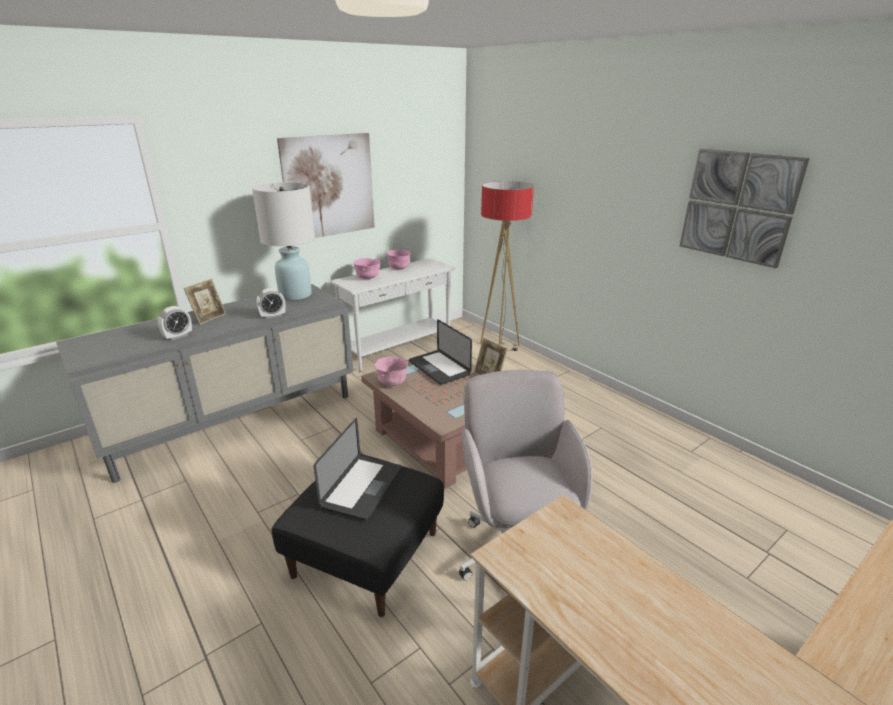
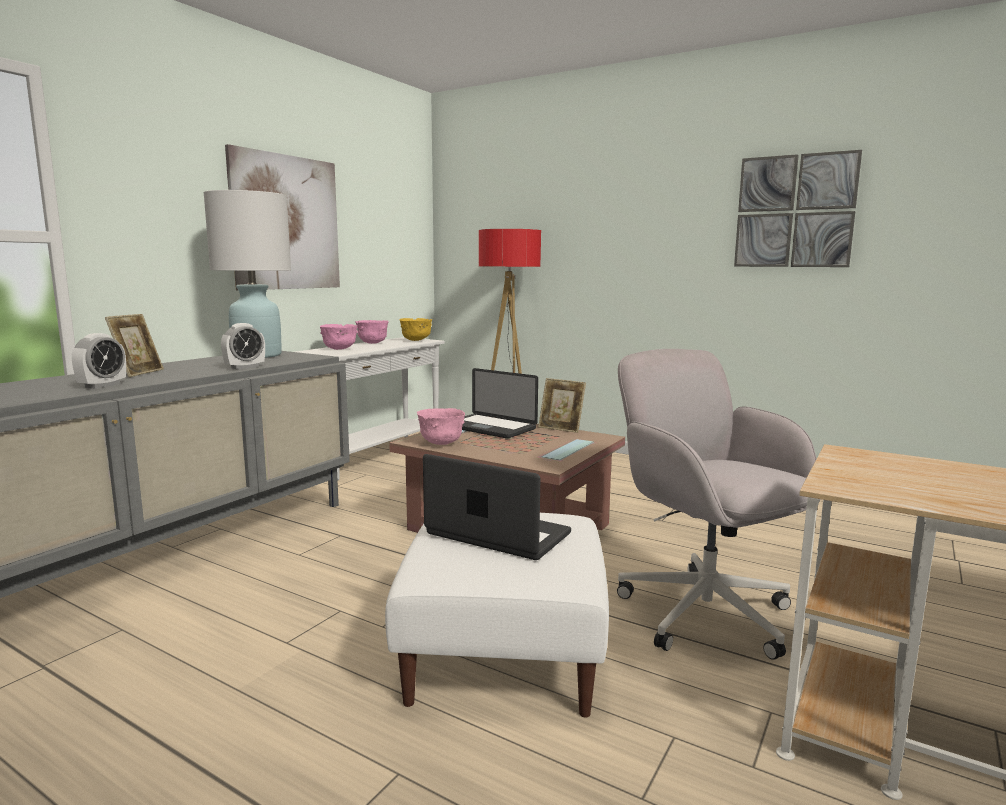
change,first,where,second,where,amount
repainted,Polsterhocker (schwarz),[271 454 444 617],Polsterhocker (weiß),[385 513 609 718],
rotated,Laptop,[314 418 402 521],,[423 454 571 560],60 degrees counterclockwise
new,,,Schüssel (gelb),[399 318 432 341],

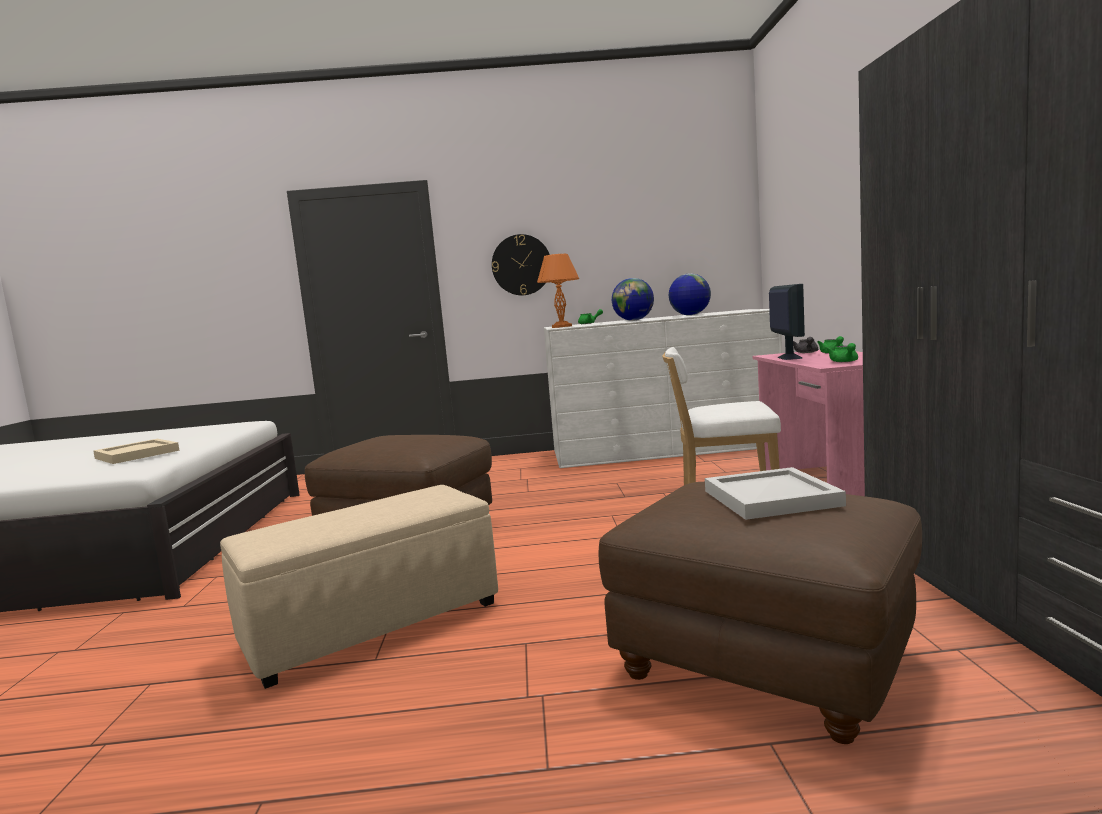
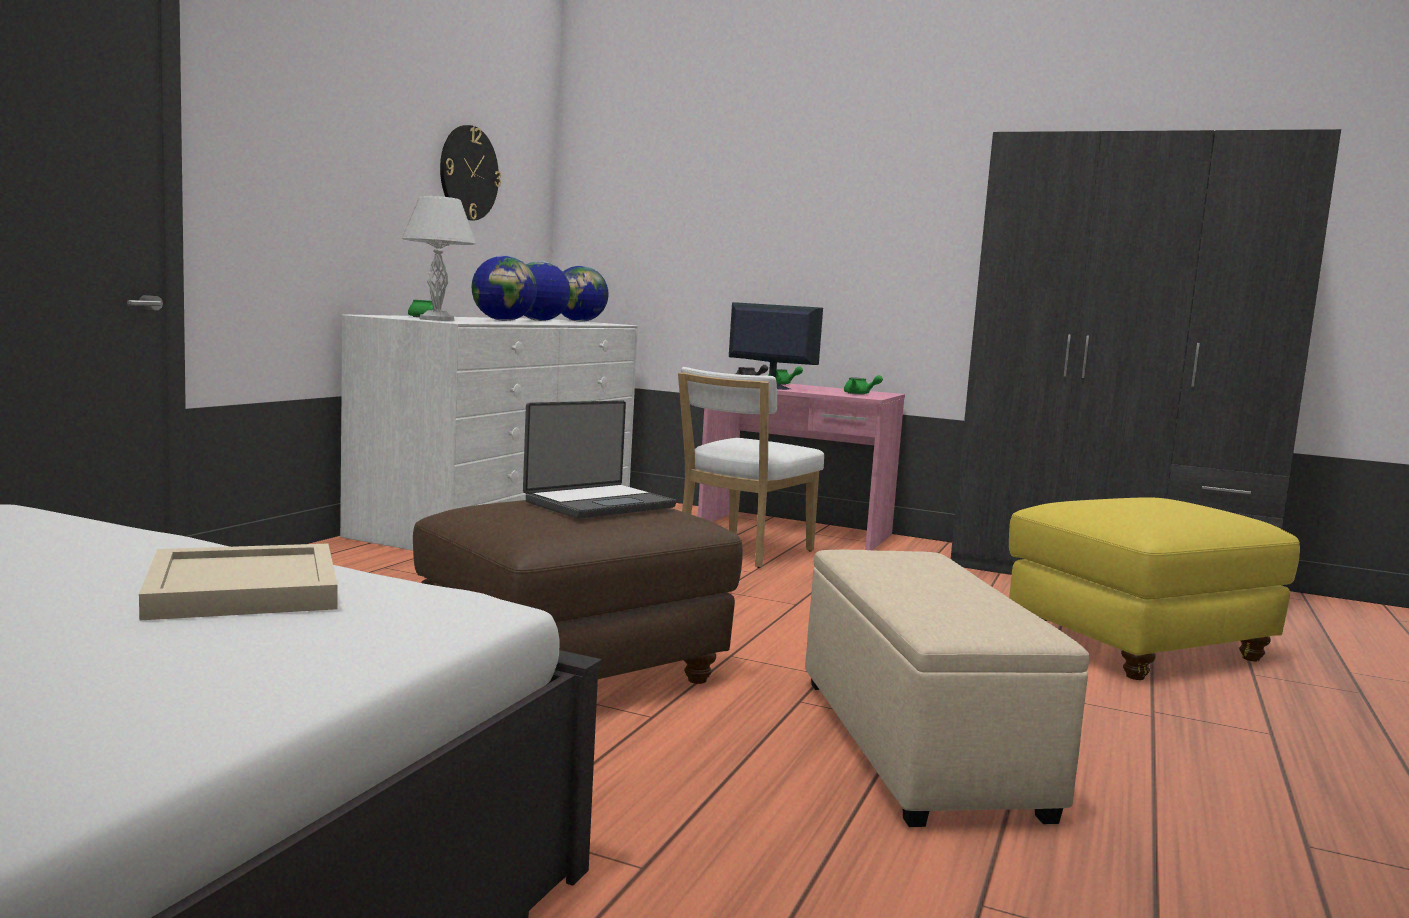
change,first,where,second,where,amount
shifted,Wanduhr,[492 234 550 295],,[440 125 501 220],
repainted,Tischlampe (orange),[537 254 579 328],Tischlampe (weiß),[402 196 476 321],
repainted,Polsterhocker (braun),[599 482 922 744],Polsterhocker (gelb),[1009 497 1300 680],
gone,Tablett (weiß),[705 467 846 520],,,
new,,,Laptop,[523 400 676 519],
new,,,Globus,[561 266 609 322],

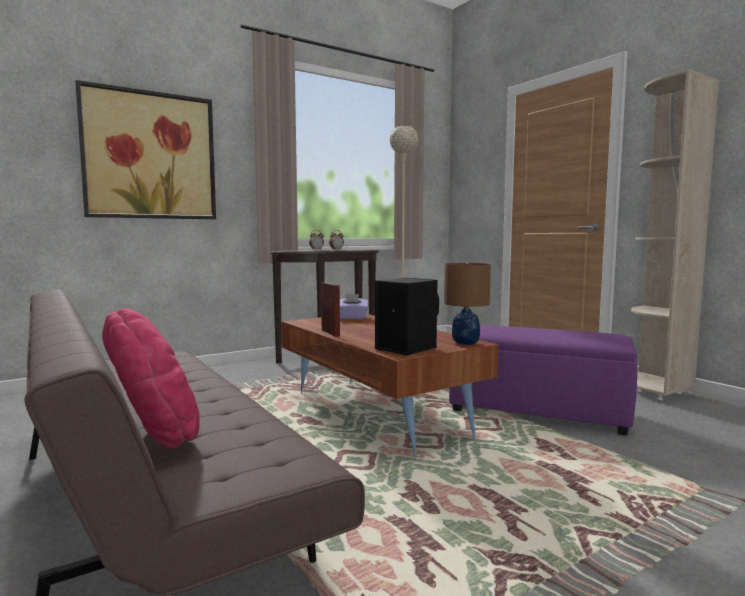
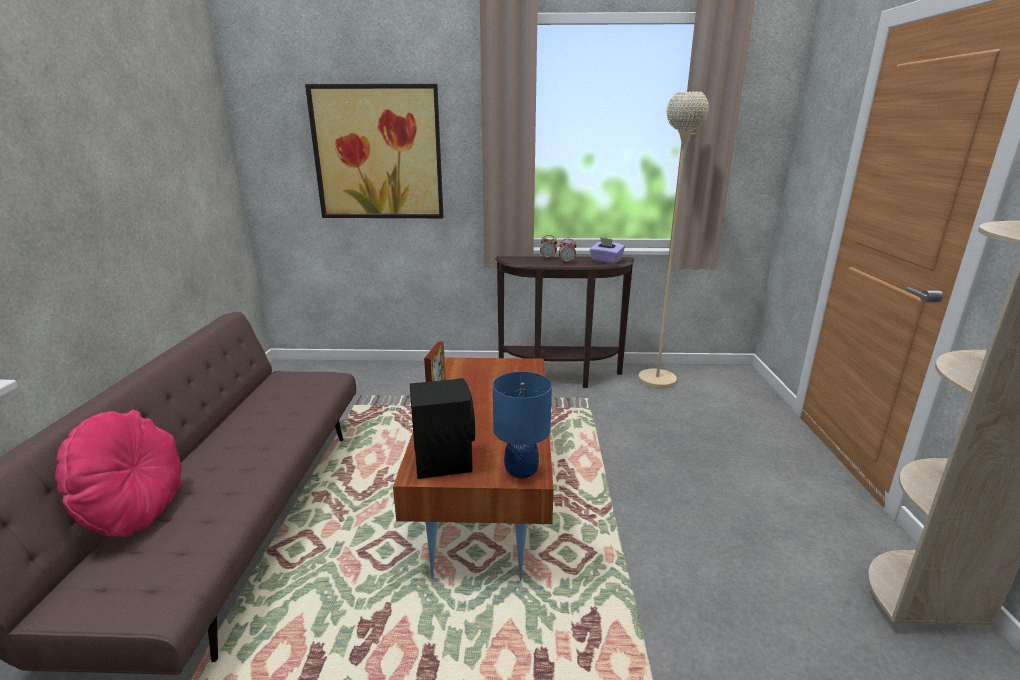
change,first,where,second,where,amount
shifted,Taschentuchbox (lila),[340 294 368 319],,[590 237 625 264],
repainted,Tischlampe (braun),[444 263 491 345],Tischlampe (blau),[493 372 552 479],
gone,Polsterhocker (lila),[449 325 637 436],,,

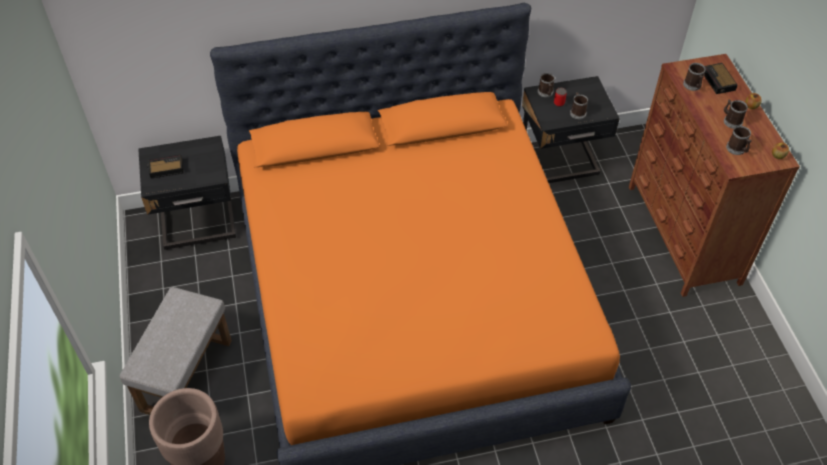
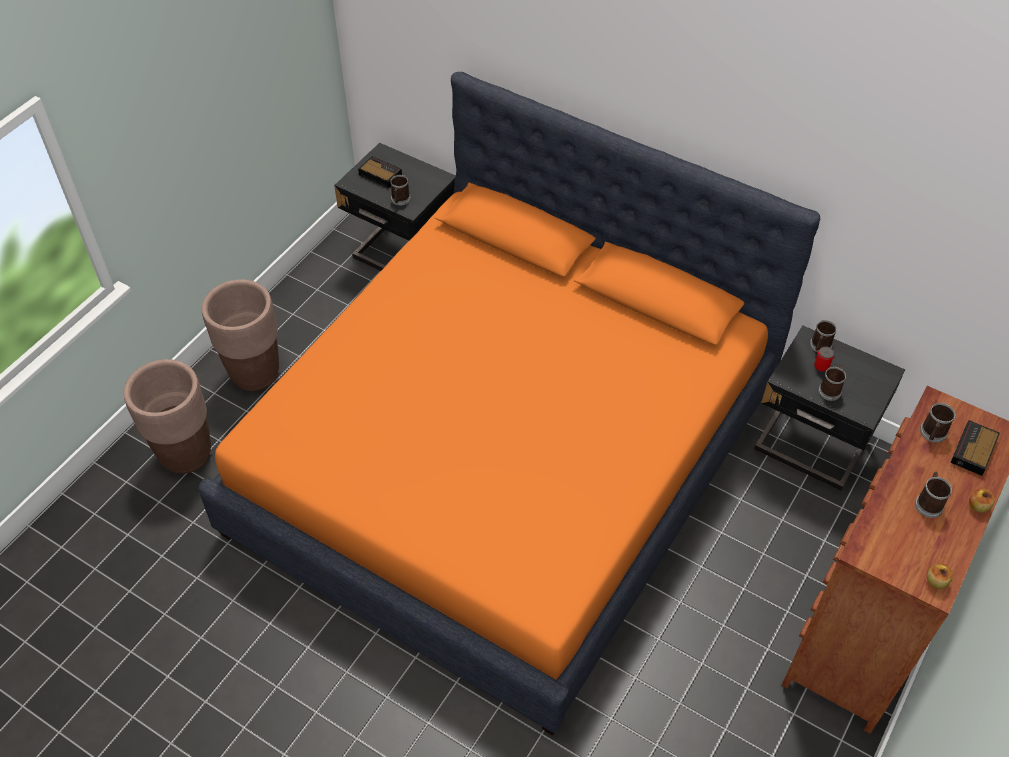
change,first,where,second,where,amount
swapped,Polsterhocker (grau),[120 287 232 415],Pflanzkübel (braun),[202 279 279 391],
shifted,Henkelbecher,[726 126 752 155],,[390 175 411 205],

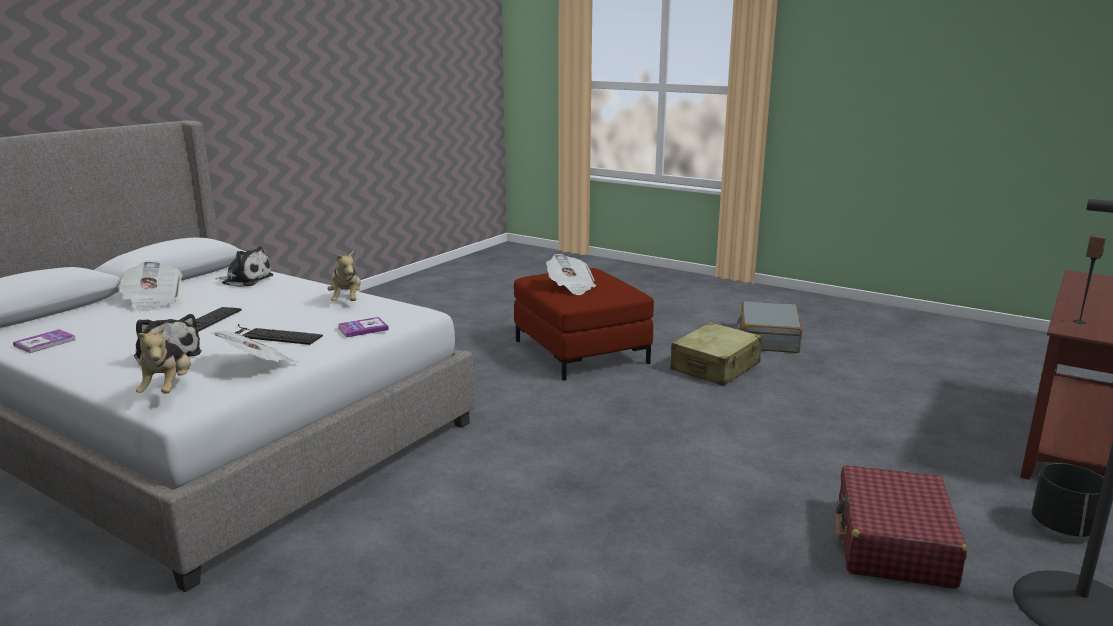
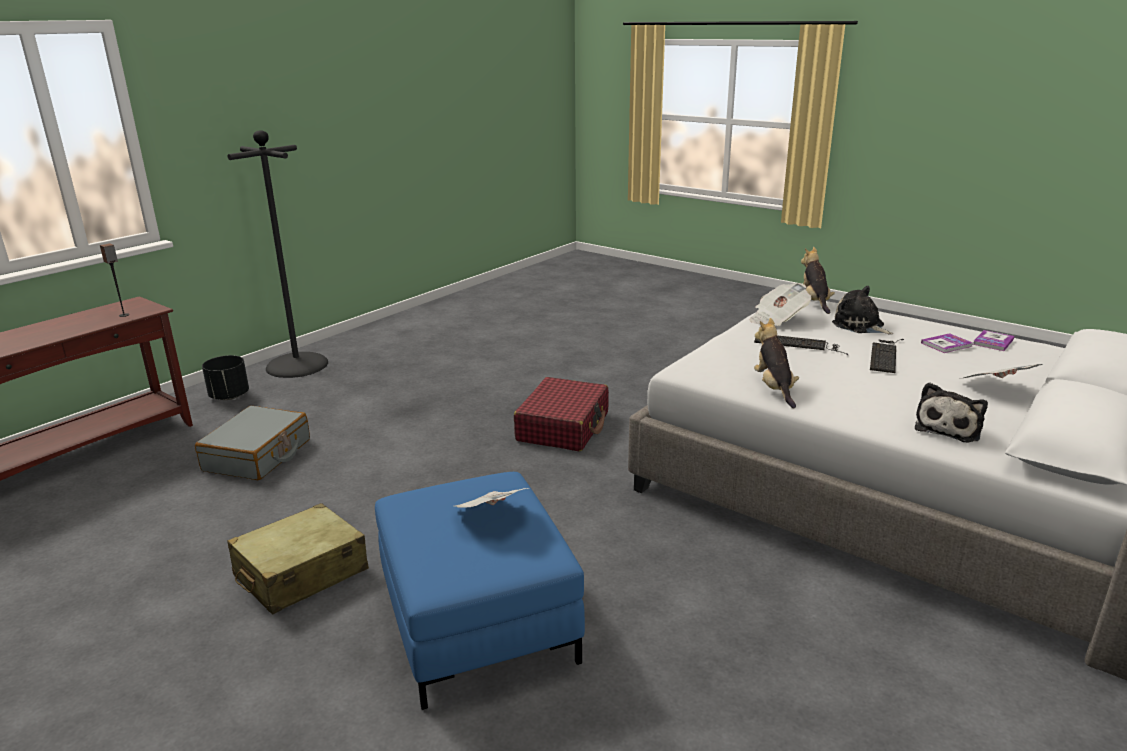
change,first,where,second,where,amount
rotated,Plüschtier,[215 246 274 287],,[915 382 988 443],75 degrees counterclockwise
shifted,Buch,[338 317 389 337],,[921 333 973 353],
repainted,Polsterhocker (rot),[514 268 654 381],Polsterhocker (blau),[375 472 585 710],
shifted,Koffer (grau),[737 301 802 353],,[195 406 310 480],
shifted,Koffer (rot),[835 465 967 589],,[514 377 609 451],

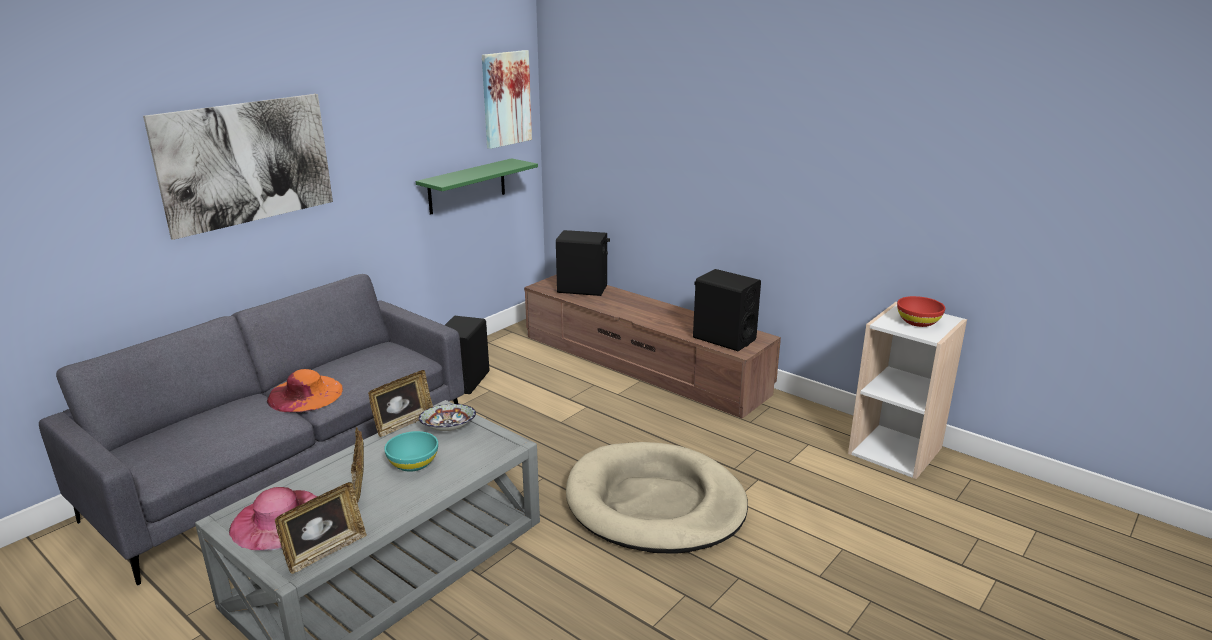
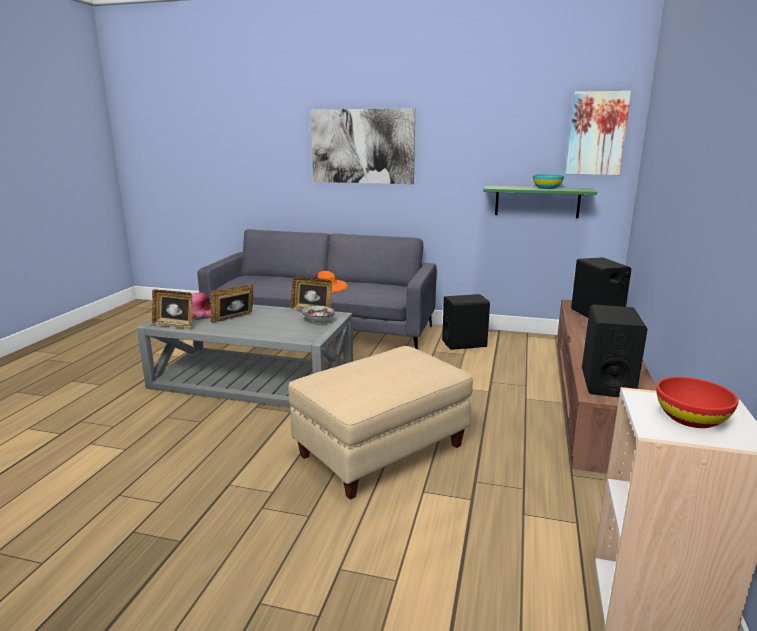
change,first,where,second,where,amount
shifted,Schüssel (türkis),[384 431 438 472],,[533 174 564 189],
swapped,Hundebett (beige),[566 442 748 554],Polsterhocker (beige),[288 346 473 500],

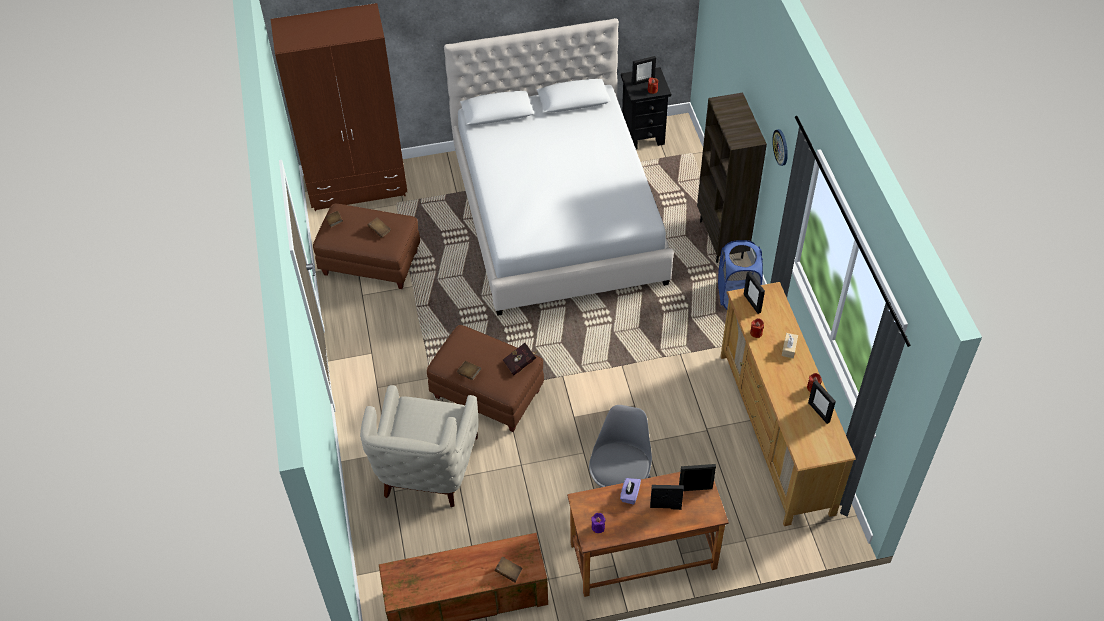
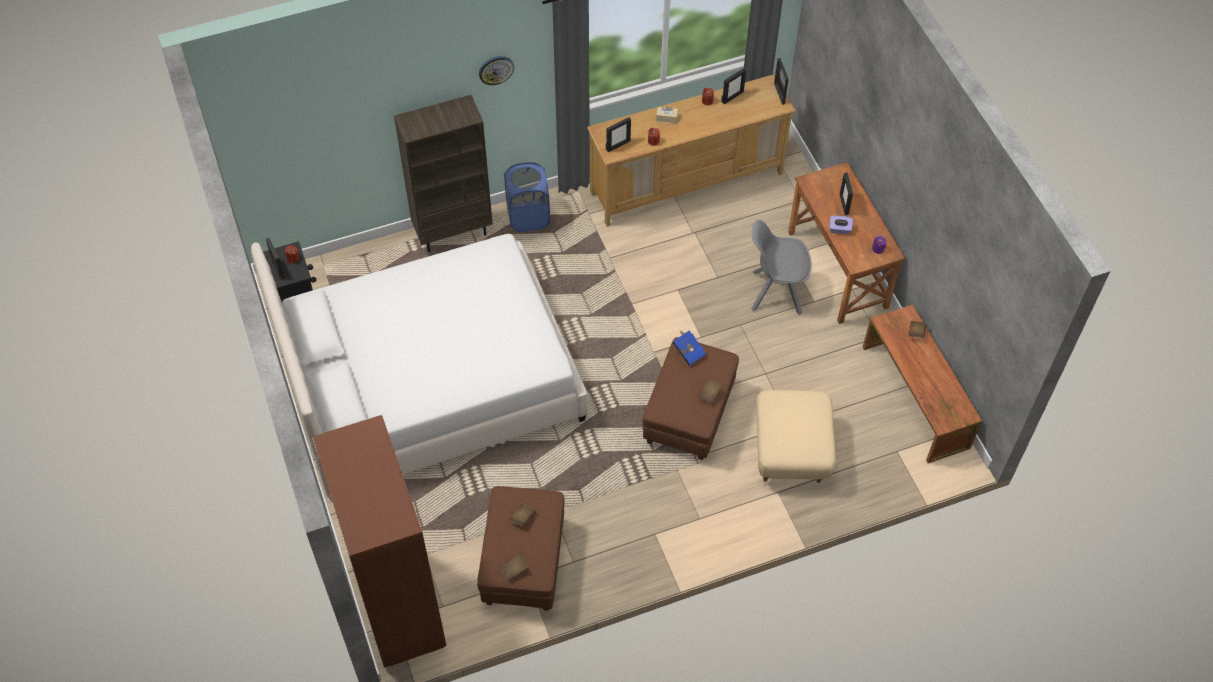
change,first,where,second,where,amount
swapped,Sessel (beige),[360 385 478 507],Polsterhocker (beige),[756 390 836 486],
repainted,Buch (rot),[503 343 537 375],Buch (blau),[672 331 706 366],
shifted,Bilderrahmen,[679 464 716 491],,[774 58 789 105],

